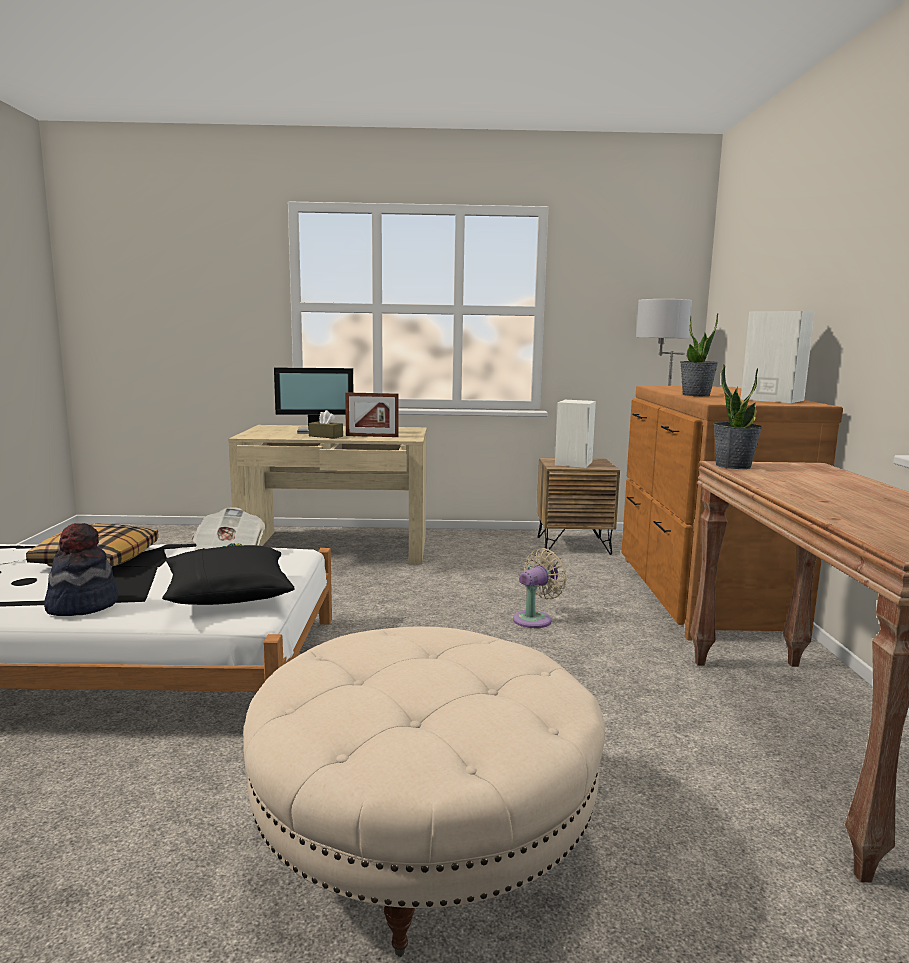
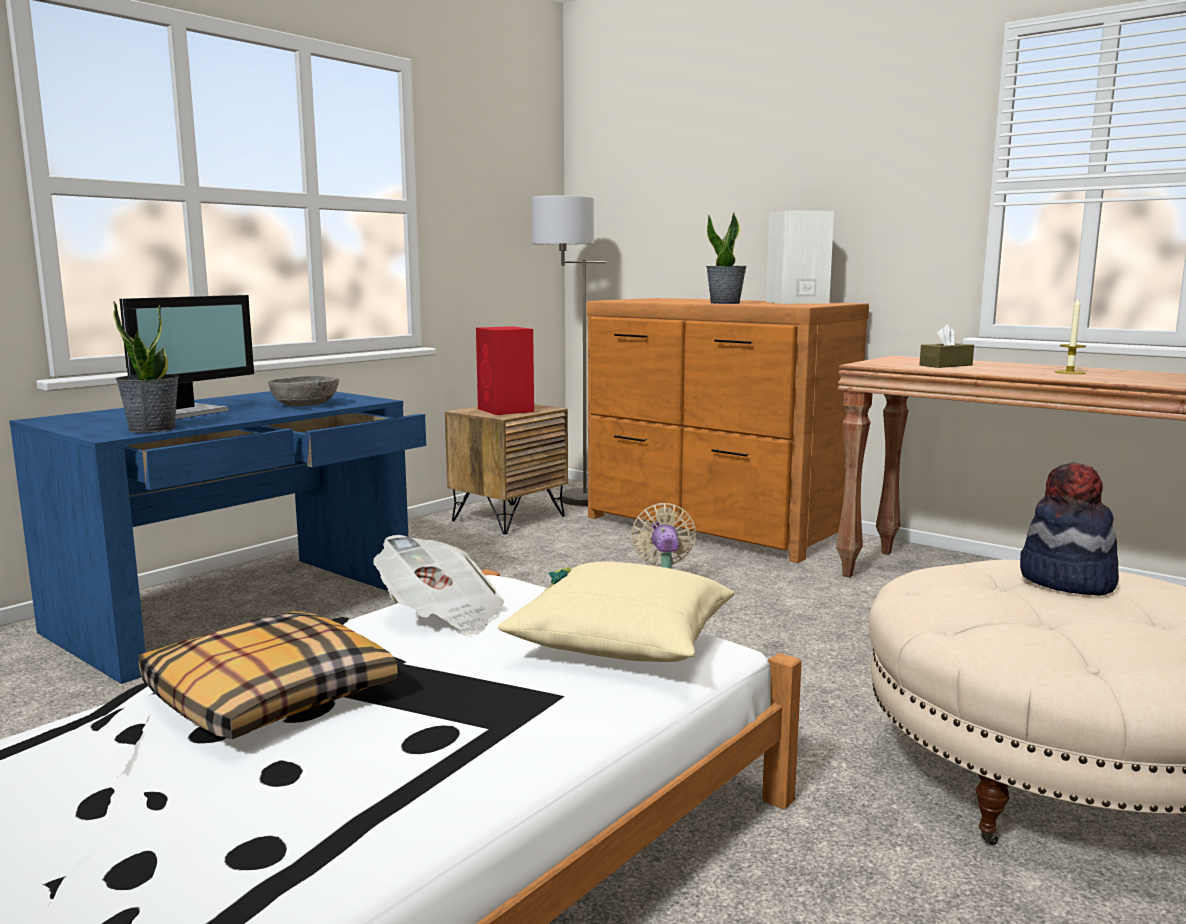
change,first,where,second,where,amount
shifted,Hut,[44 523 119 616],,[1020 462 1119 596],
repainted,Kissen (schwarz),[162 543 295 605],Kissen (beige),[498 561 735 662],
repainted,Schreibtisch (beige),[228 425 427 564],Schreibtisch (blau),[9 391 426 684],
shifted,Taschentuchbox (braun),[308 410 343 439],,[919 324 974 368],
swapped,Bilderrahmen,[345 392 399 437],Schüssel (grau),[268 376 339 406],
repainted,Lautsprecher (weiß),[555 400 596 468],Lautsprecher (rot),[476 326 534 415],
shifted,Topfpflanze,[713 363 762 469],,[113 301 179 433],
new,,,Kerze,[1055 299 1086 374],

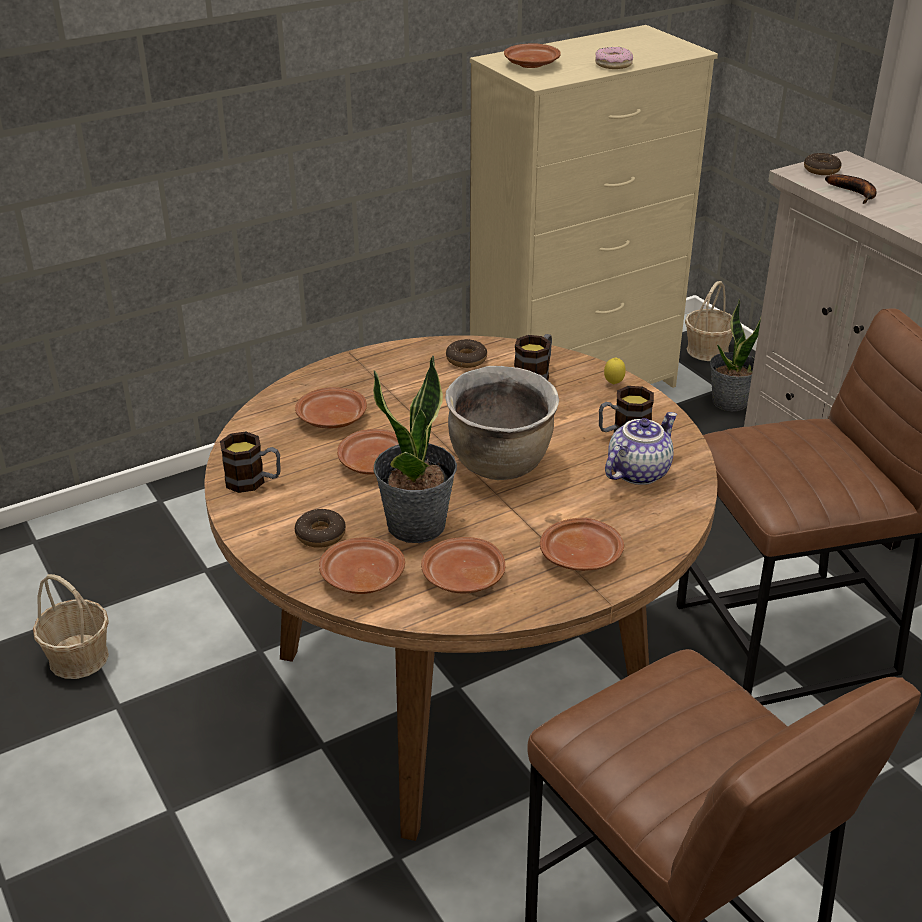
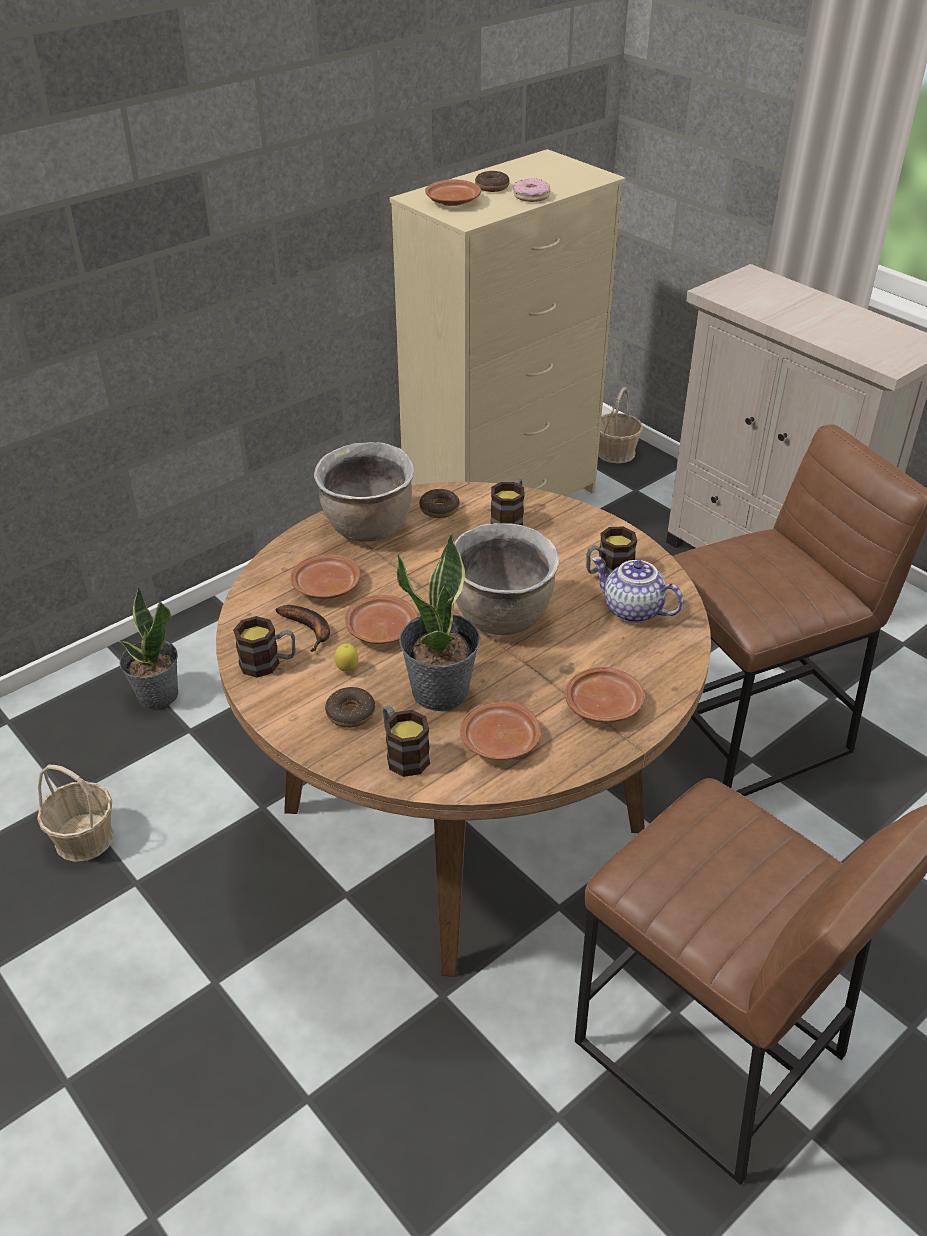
change,first,where,second,where,amount
swapped,Teller (braun),[319 537 405 594],Henkelbecher,[383 705 430 777],
shifted,Zitrone,[604 357 626 385],,[335 644 358 672],
rotated,Teekanne,[605 412 677 485],,[592 556 683 623],90 degrees counterclockwise
shifted,Topfpflanze,[710 299 761 411],,[119 587 178 709],
shifted,Donut,[804 153 842 175],,[475 171 510 192],
shifted,Banane,[825 174 877 204],,[275 605 330 652],
new,,,Kochtopf (braun),[314 442 414 542],

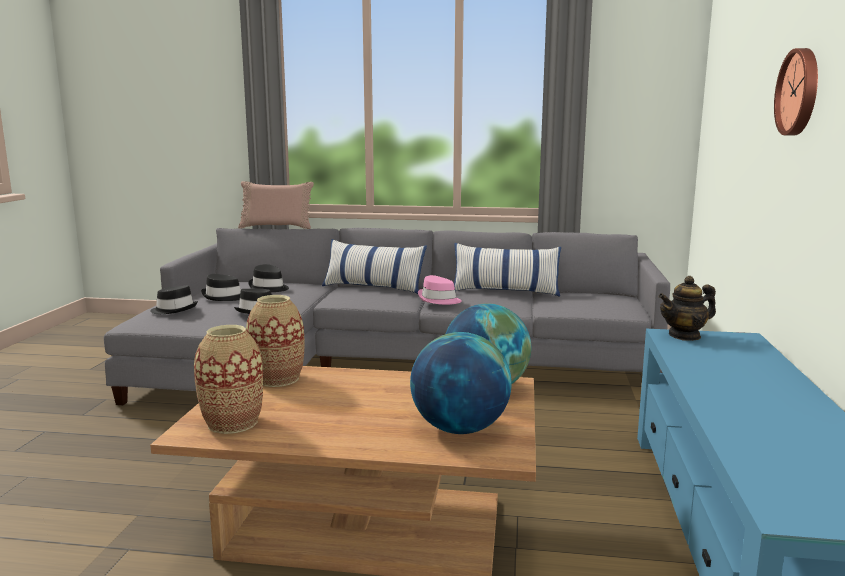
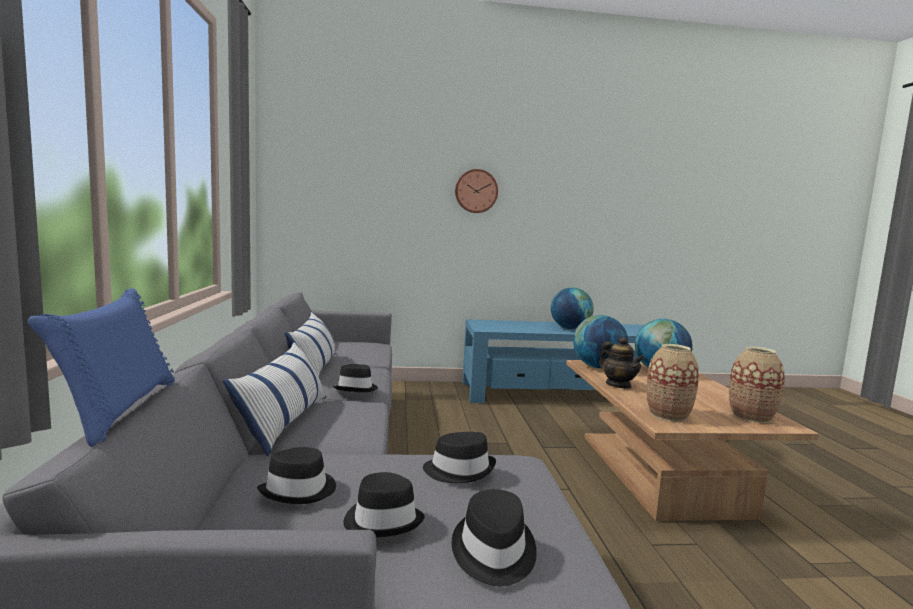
change,first,where,second,where,amount
repainted,Kissen (beige),[238 181 314 229],Kissen (blau),[28 288 175 447],
repainted,Hut (rosa),[418 275 462 305],Hut (schwarz),[333 364 378 392],
shifted,Teekanne,[658 276 716 341],,[599 337 644 389],
new,,,Globus,[551 287 594 329],

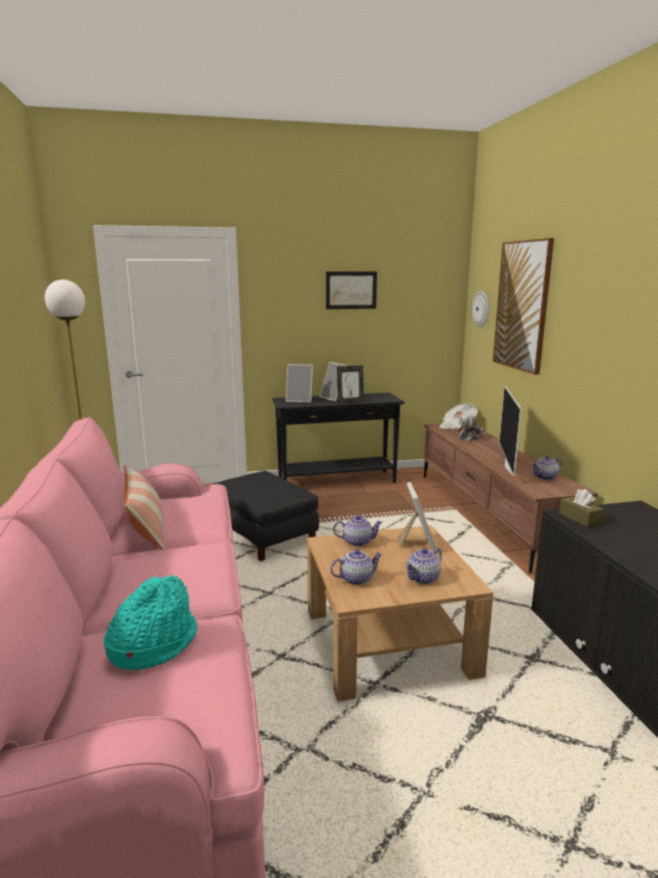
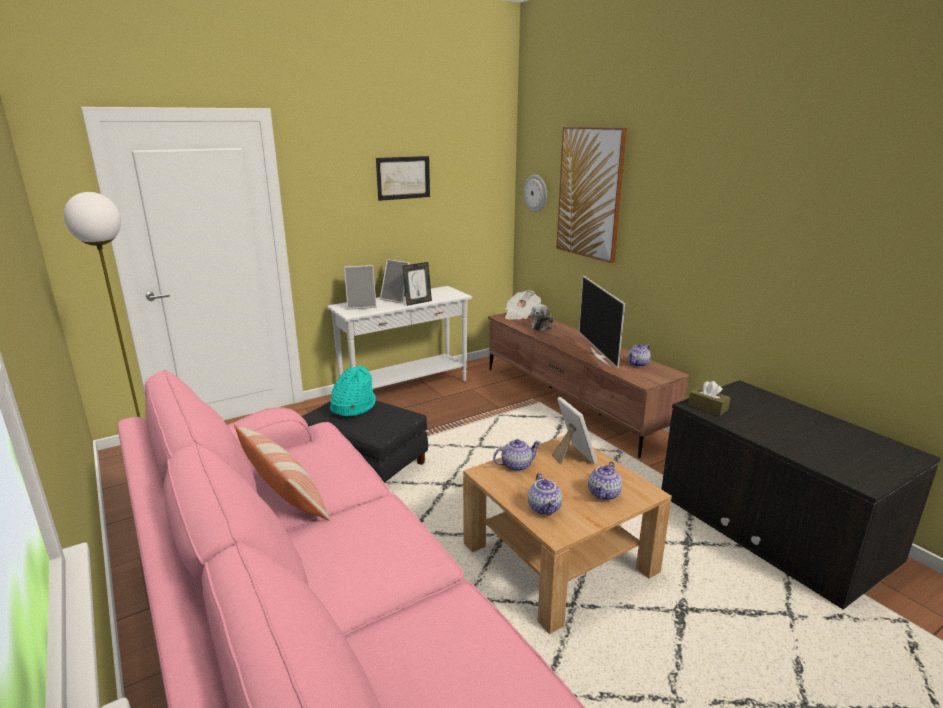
change,first,where,second,where,amount
shifted,Hut (türkis),[104 575 197 670],,[330 366 376 416],
repainted,Konsolentisch (schwarz),[272 392 404 484],Konsolentisch (weiß),[327 286 472 389],
rotated,Teekanne,[330 549 383 585],,[528 473 562 516],120 degrees clockwise

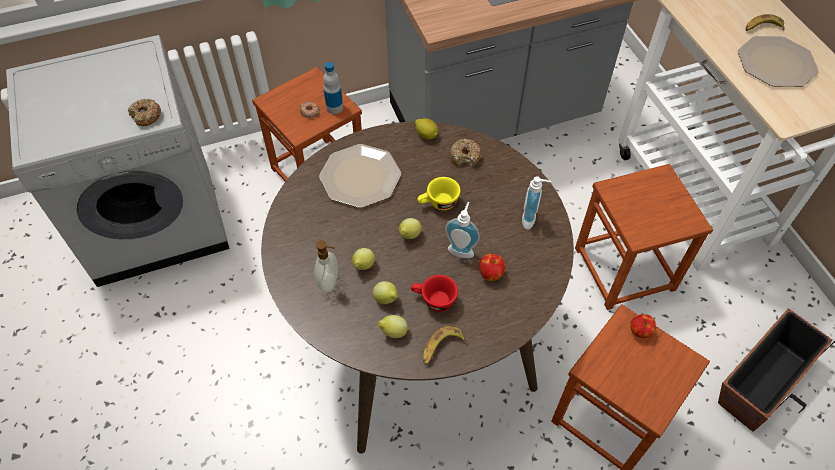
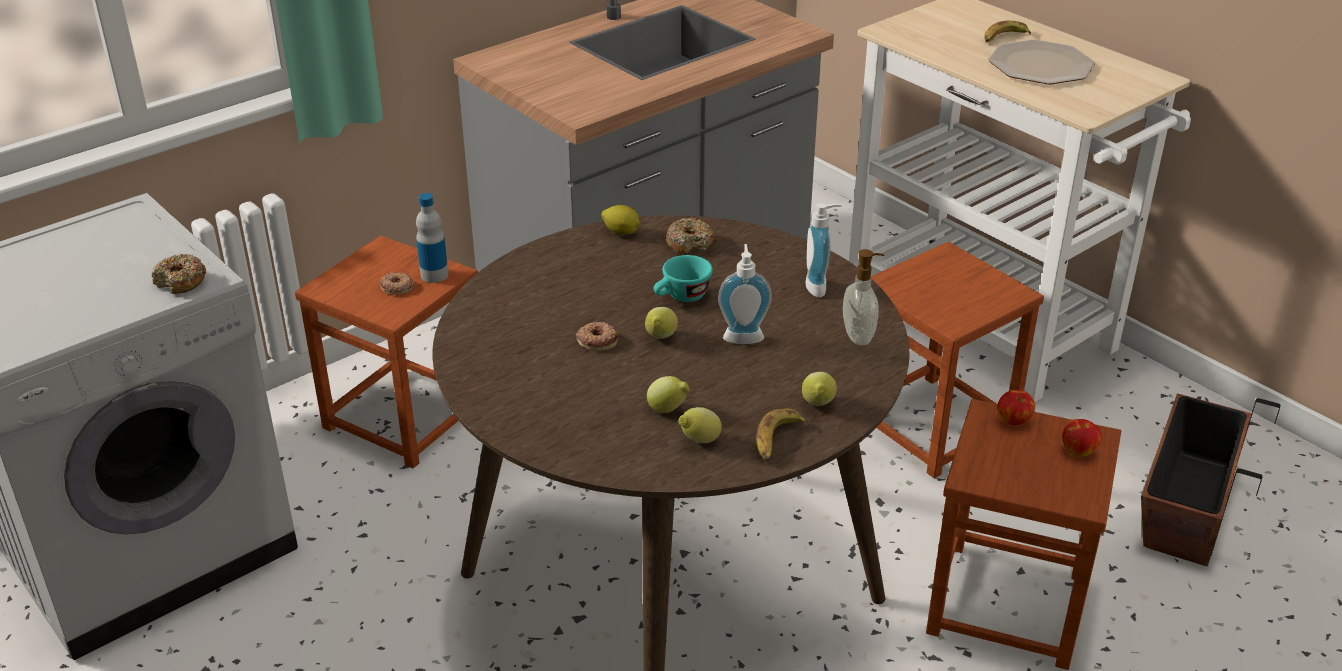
change,first,where,second,where,amount
shifted,Seifenspender,[314 240 338 292],,[843 249 884 345],
gone,Teller,[319 144 401 208],,,
shifted,Zitrone,[352 248 375 270],,[802 372 837 406],
gone,Tasse (rot),[411 275 458 312],,,
repainted,Tasse (gelb),[418 177 460 210],Tasse (türkis),[653 255 713 302],
shifted,Apfel,[479 254 505 281],,[1062 419 1102 457],
new,,,Donut,[576 322 618 351],

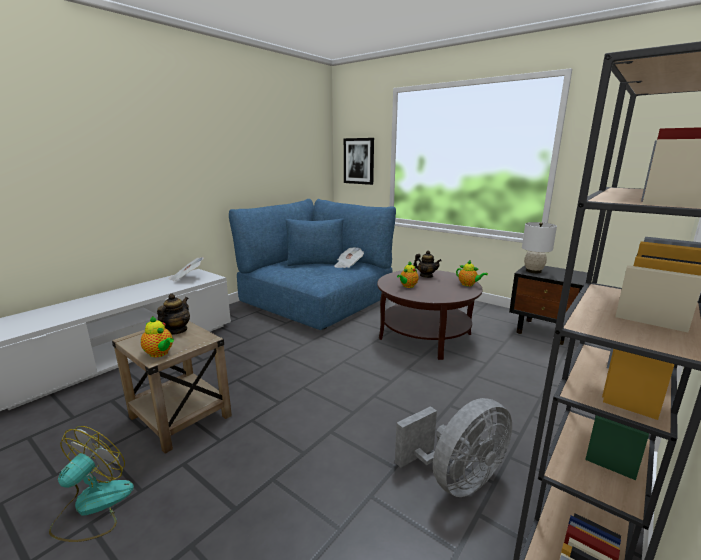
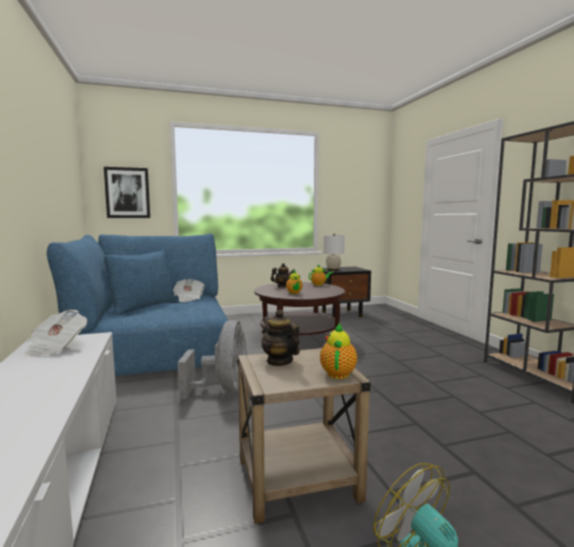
change,first,where,second,where,amount
rotated,Teekanne,[141 316 174 357],,[320 322 357 379],60 degrees counterclockwise
shifted,Ventilator (grau),[395 398 512 497],,[178 320 247 399],

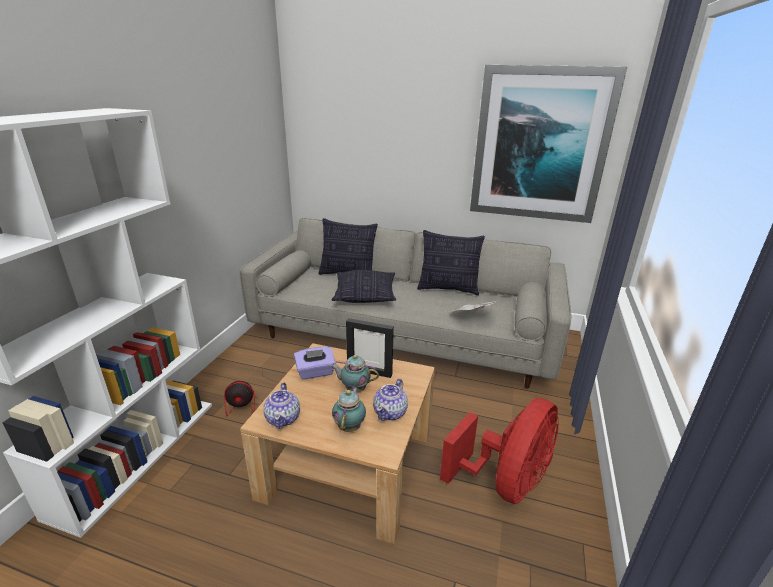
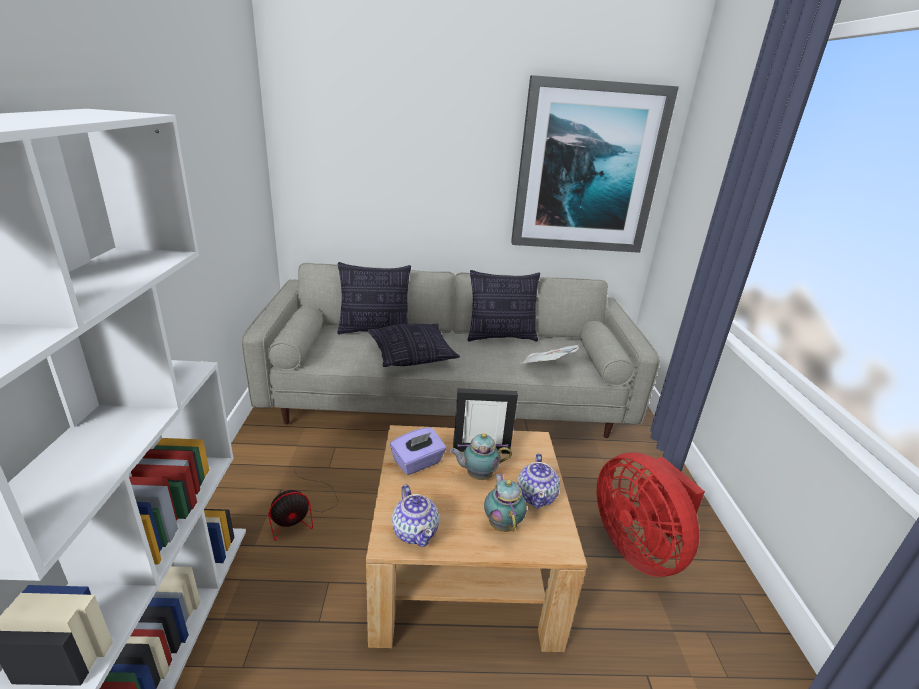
change,first,where,second,where,amount
rotated,Ventilator (rot),[440 398 559 504],,[597 452 705 577],135 degrees clockwise

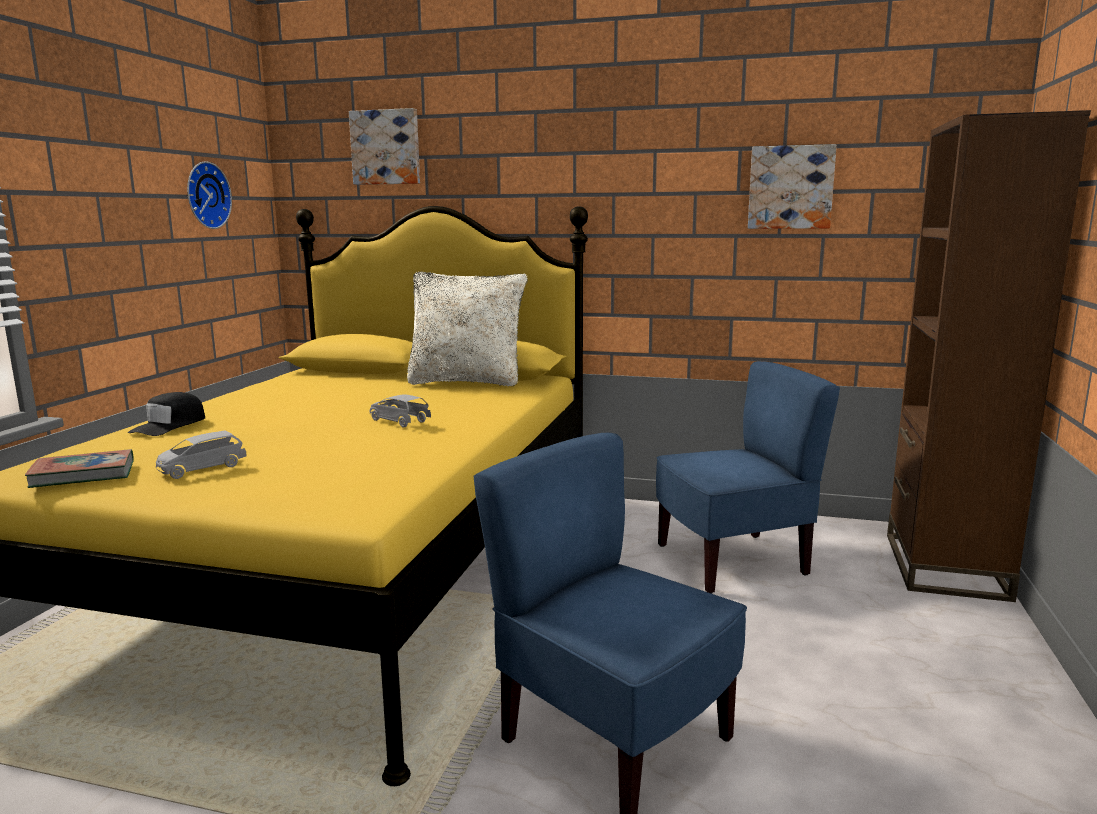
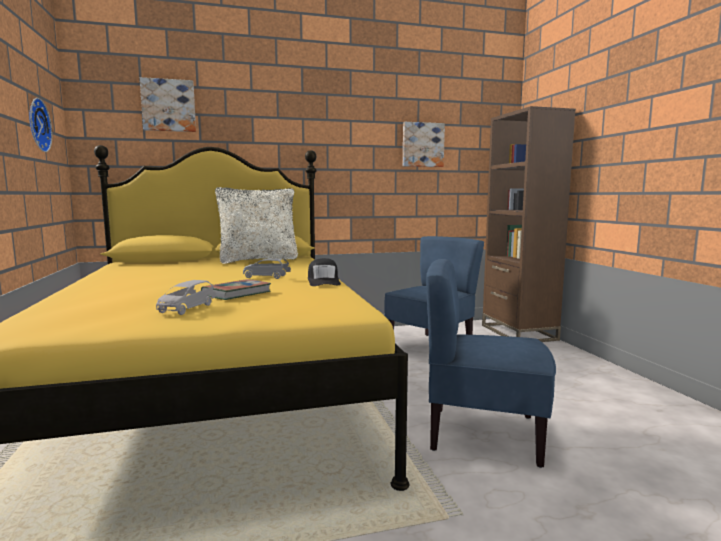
change,first,where,second,where,amount
shifted,Buch,[25 449 134 488],,[201 279 271 300],
shifted,Kappe (schwarz),[128 392 205 436],,[308 258 341 286],

